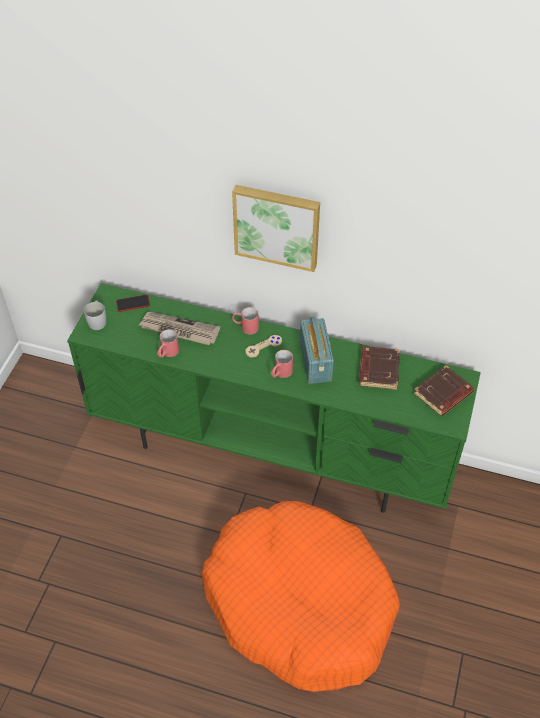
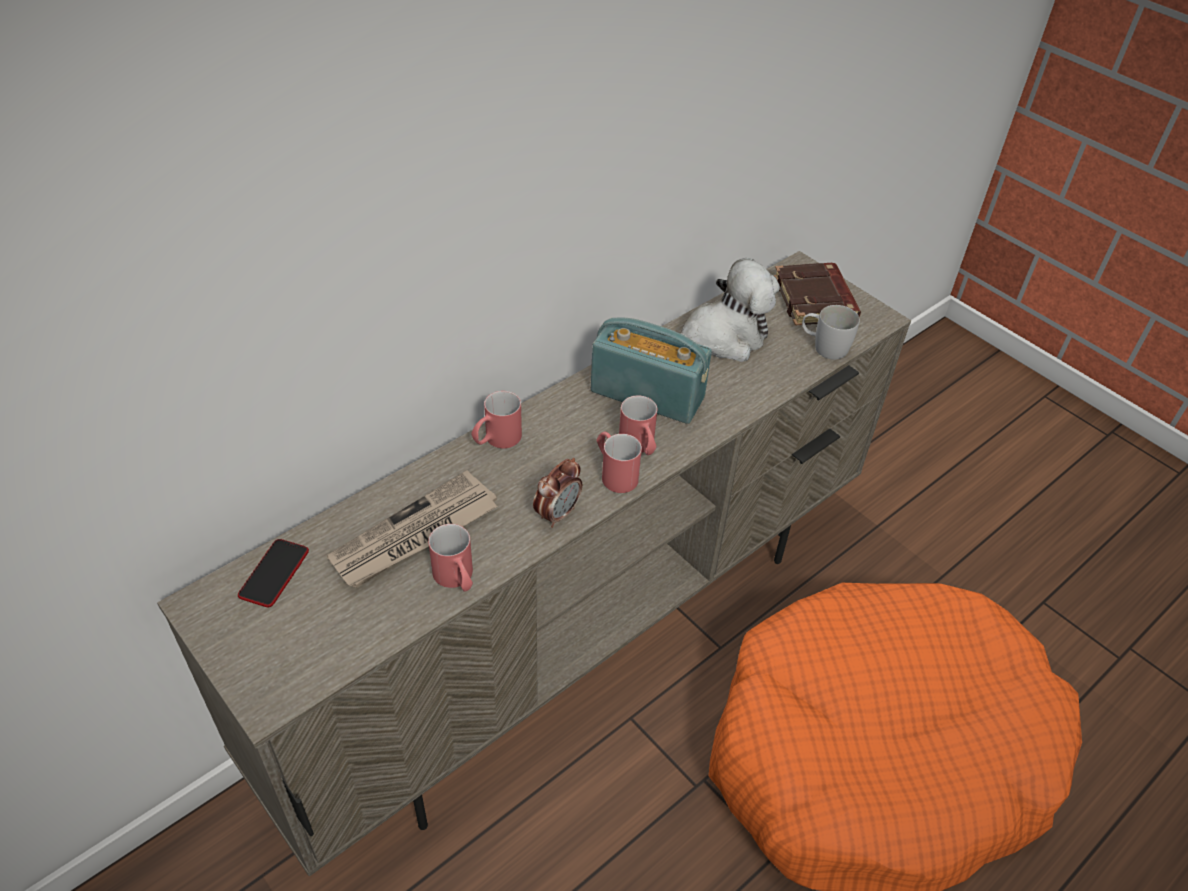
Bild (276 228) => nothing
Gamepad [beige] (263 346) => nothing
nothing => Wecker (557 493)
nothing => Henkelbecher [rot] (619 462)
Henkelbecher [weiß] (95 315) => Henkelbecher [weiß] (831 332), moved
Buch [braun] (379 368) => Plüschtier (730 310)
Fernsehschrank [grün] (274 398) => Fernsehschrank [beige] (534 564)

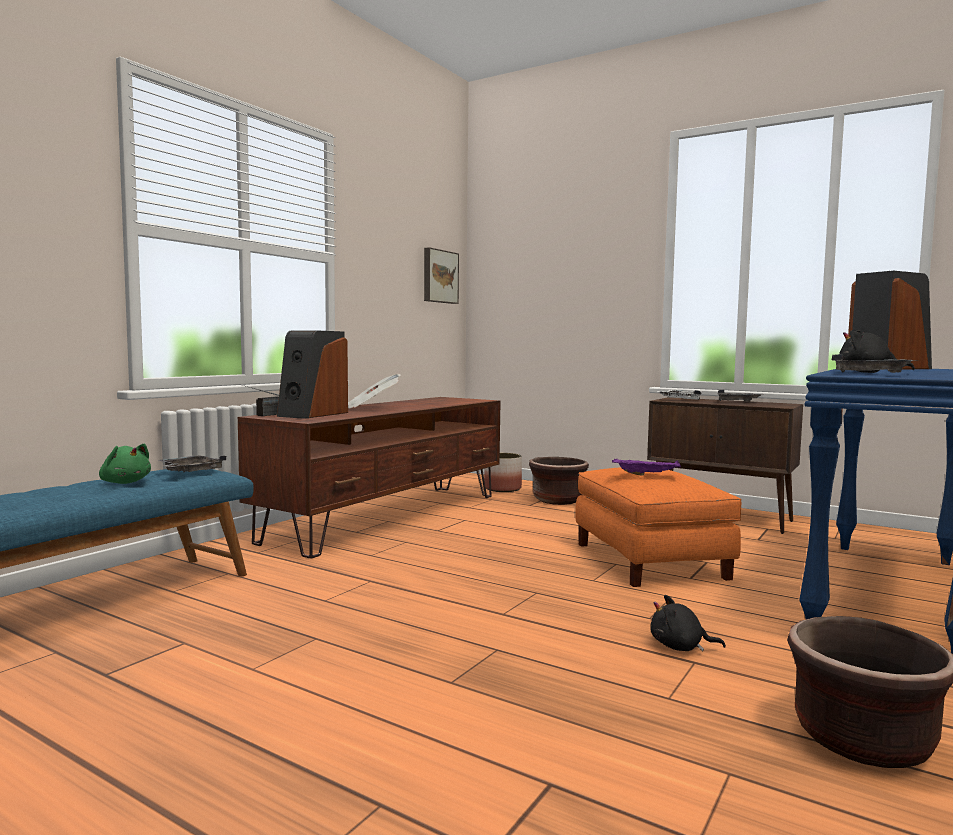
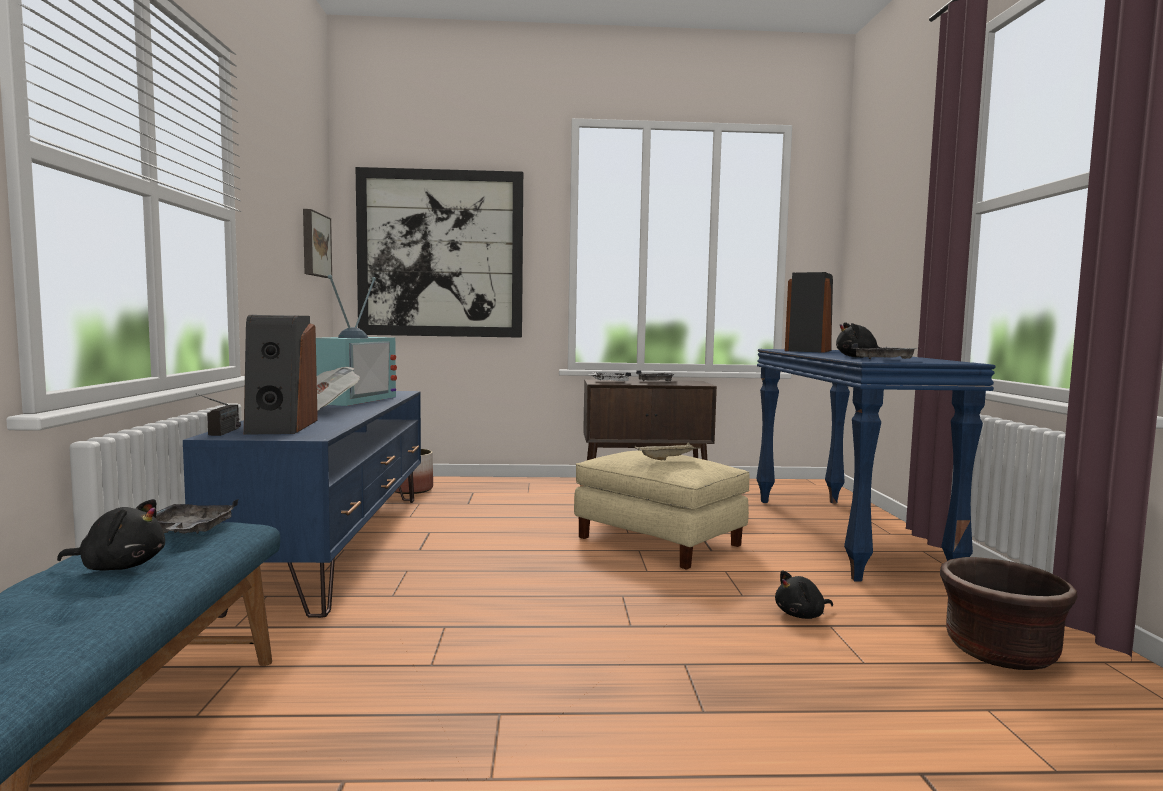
Pflanzkübel [braun] (559 481) => nothing
nothing => Fernseher (356 340)
nothing => Bild (439 252)
Plüschtier [grün] (125 464) => Plüschtier [schwarz] (111 535)
Fernsehschrank [braun] (369 477) => Fernsehschrank [blau] (302 504)
Polsterhocker [orange] (658 527) => Polsterhocker [beige] (662 510)
Tablett [lila] (646 467) => Tablett [beige] (666 451)

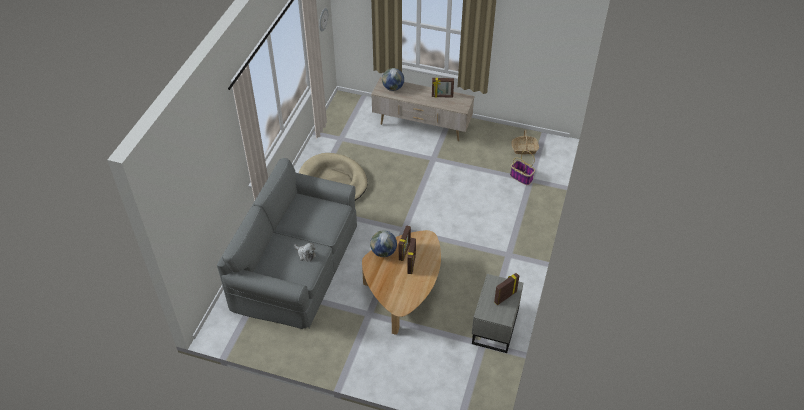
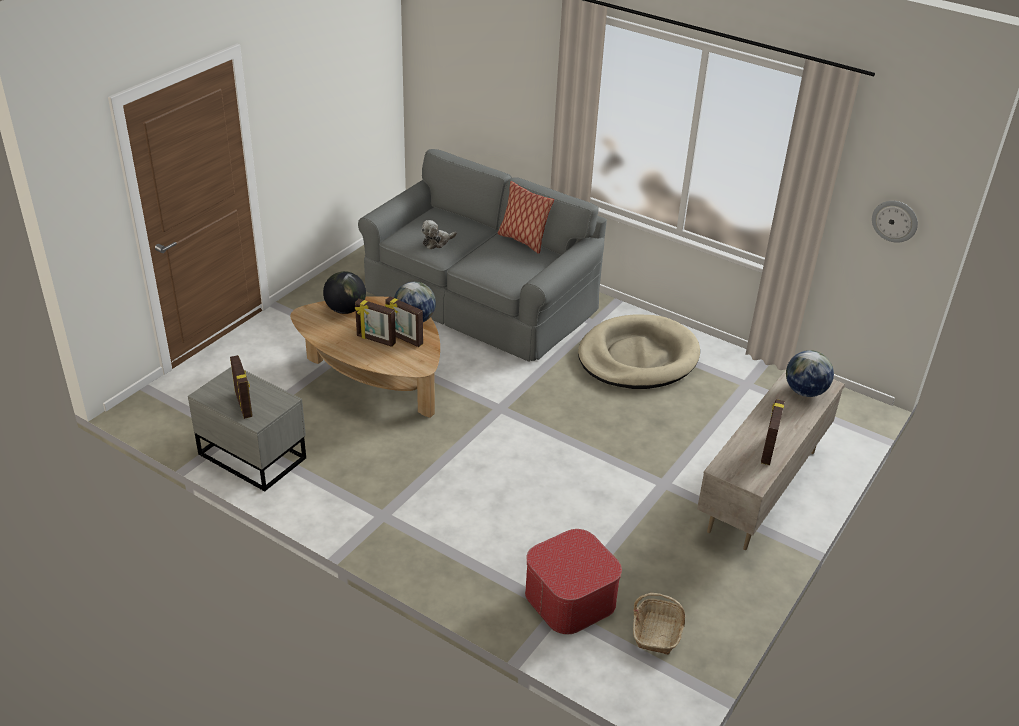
nothing => Globus (344 292)
nothing => Kissen (526 217)
Korb (522 167) => Polsterhocker (573 582)

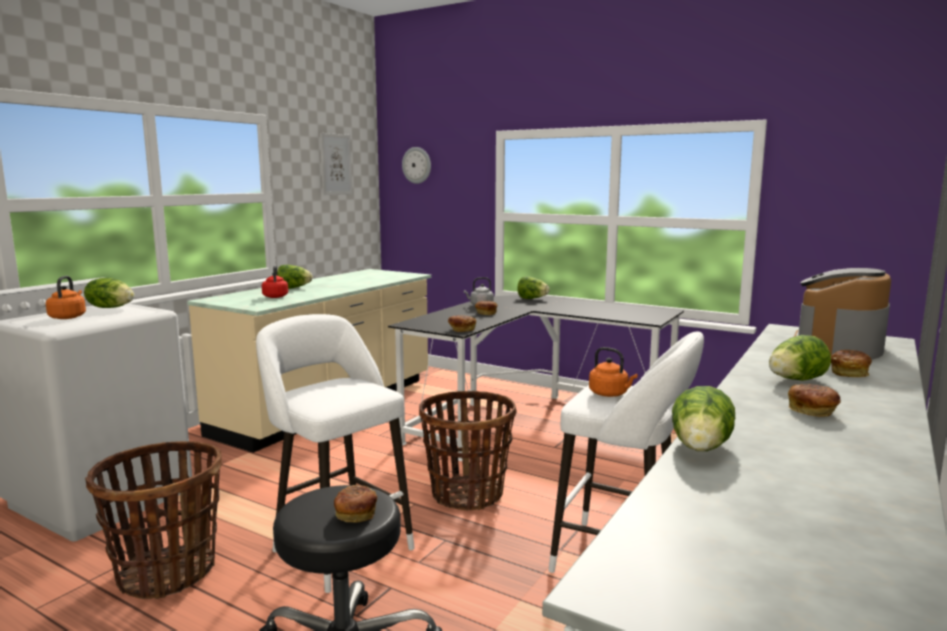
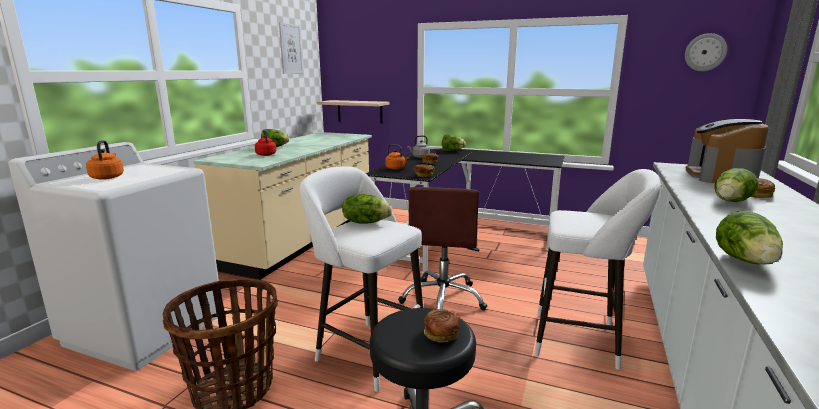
Brot (814 400) => nothing
nothing => Wandregal (353 112)
Salatkopf (109 293) => Salatkopf (367 208), moved
Wanduhr (416 165) => Wanduhr (706 52), moved
Wasserkessel [orange] (613 372) => Wasserkessel [orange] (397 157), moved
Korb (468 450) => Bürostuhl [braun] (442 249)

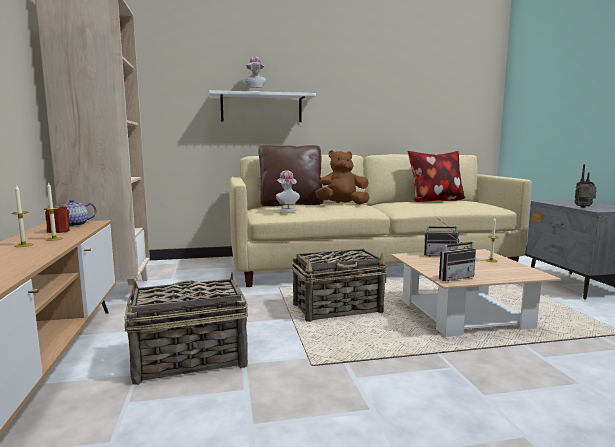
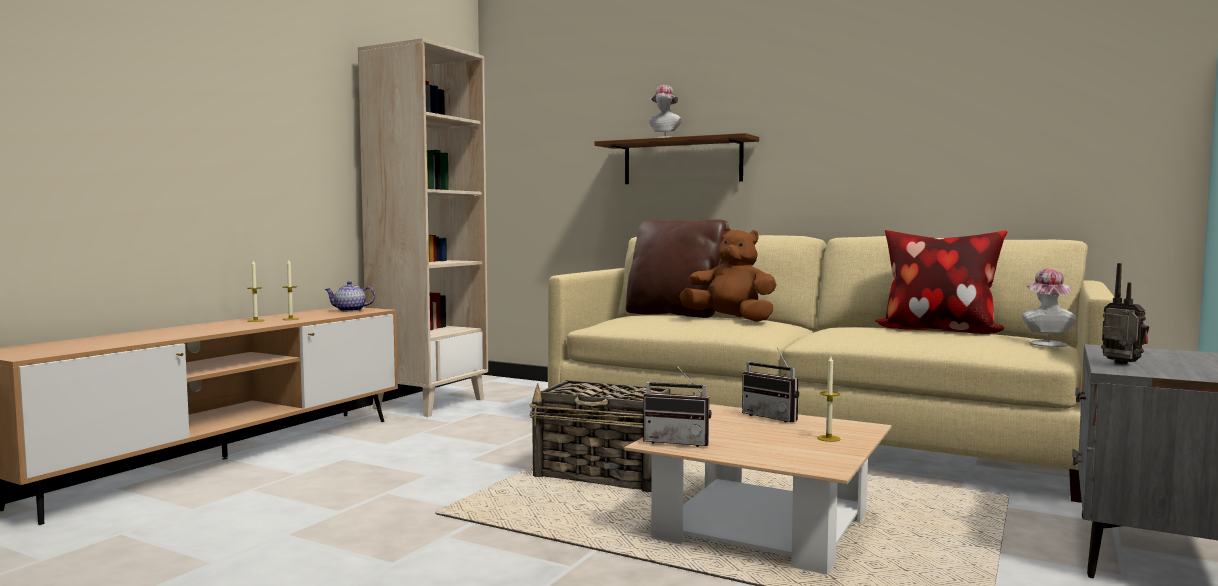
Kerze [rot] (57 218) => nothing
Korb (186 328) => nothing
Hut (288 190) => Hut (1049 307), moved
Wandregal [weiß] (262 106) => Wandregal [braun] (676 158)

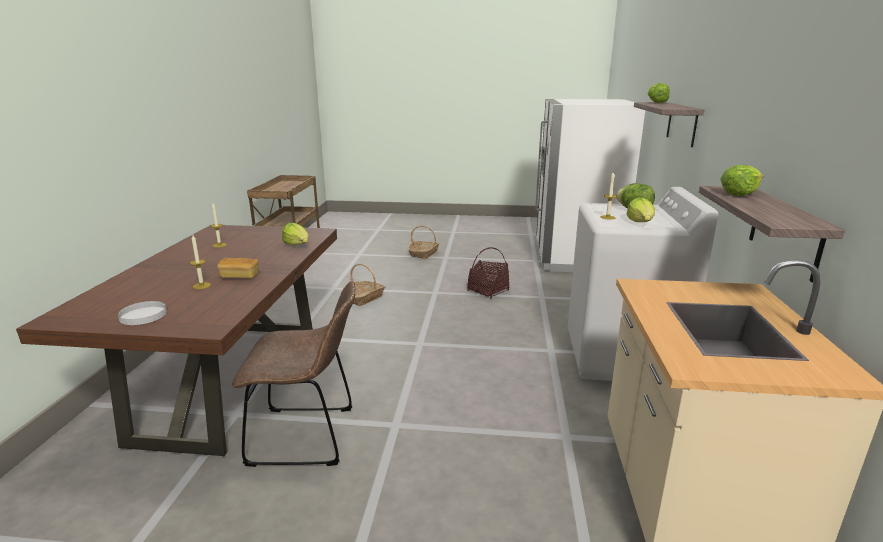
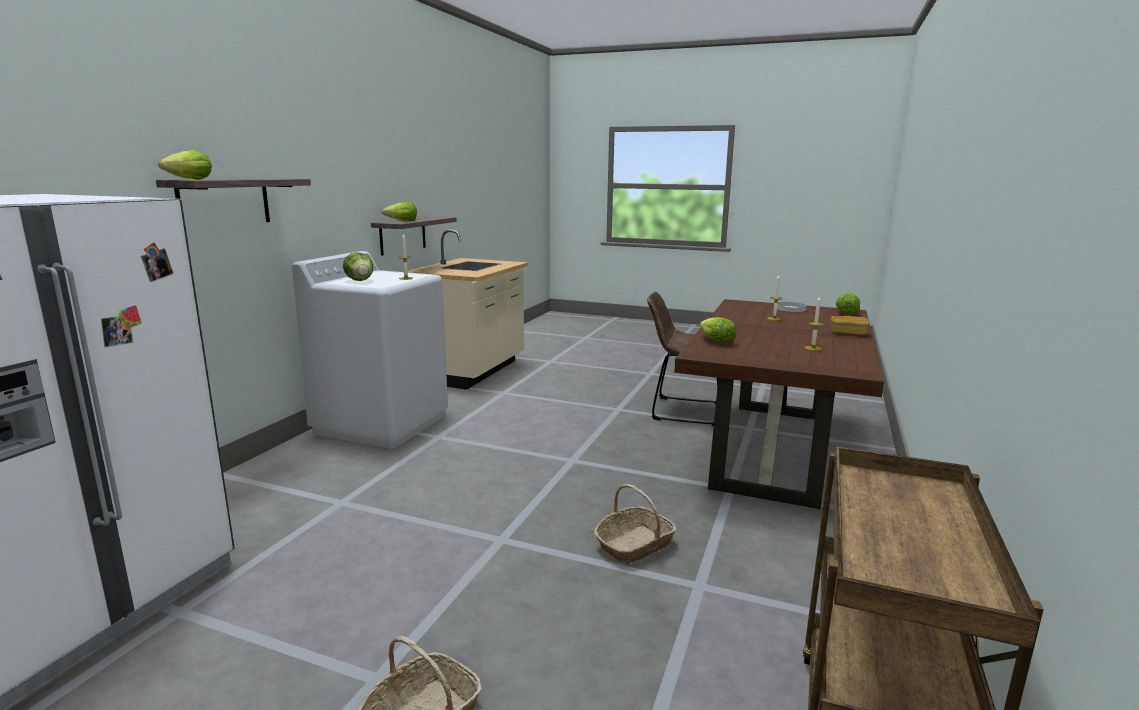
Korb (488 272) => nothing
Brot (238 268) => Brot (850 325), moved
Salatkopf (640 209) => Salatkopf (847 304), moved

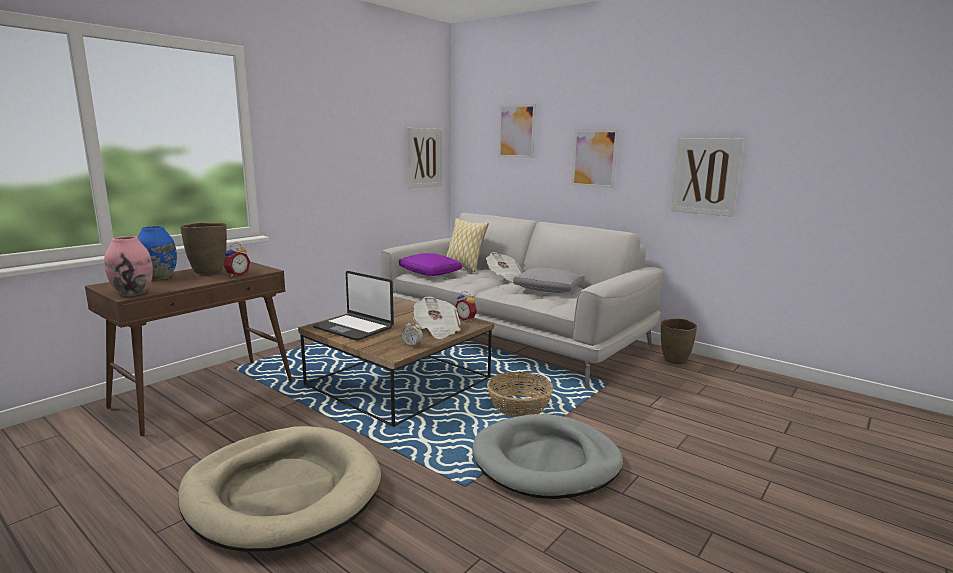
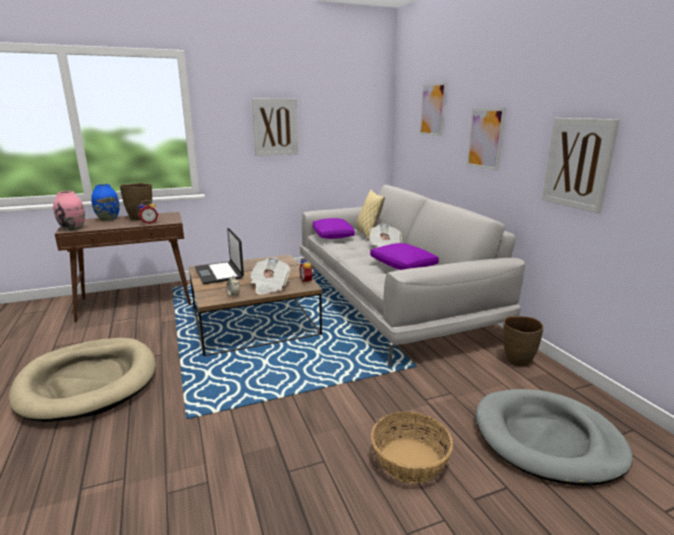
Bild (424 158) => Bild (275 127), moved
Hundebett [grau] (548 456) => Hundebett [grau] (554 437), moved
Korb (520 394) => Korb (412 448), moved
Kissen [grau] (548 280) => Kissen [lila] (404 256)

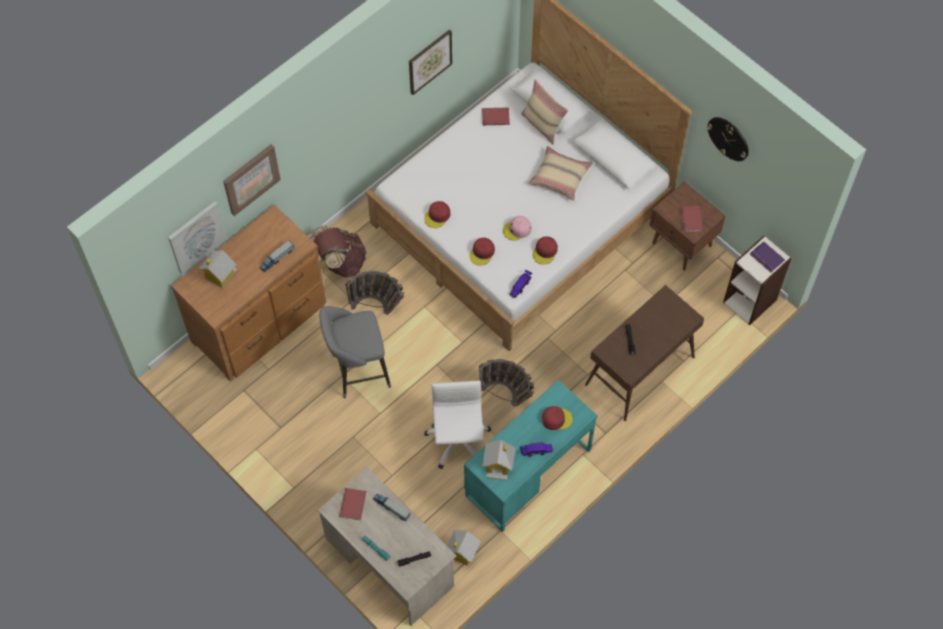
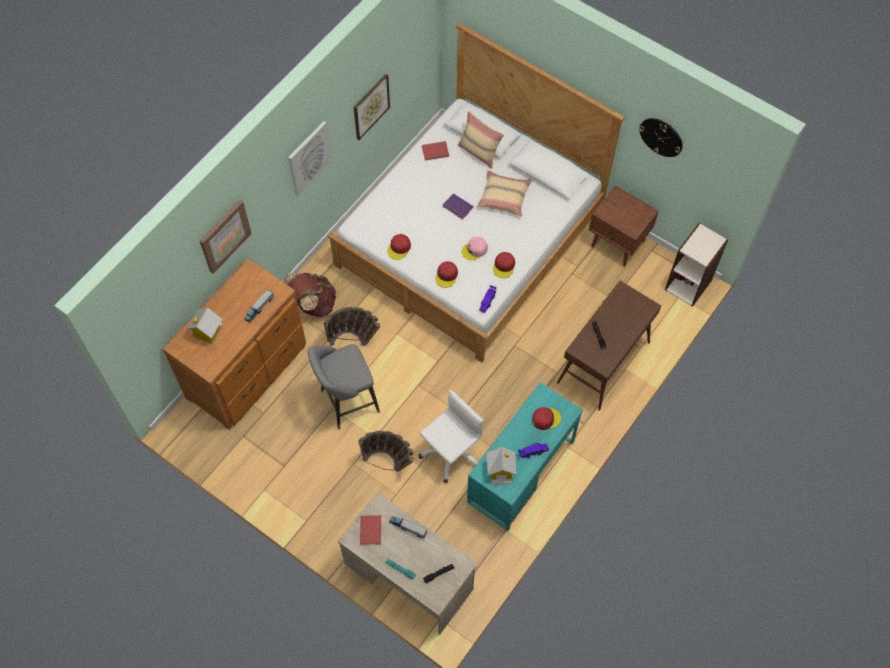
Spielzeughaus (464 548) => nothing
Buch [rot] (691 219) => nothing
Bild (197 237) => Bild (310 158), moved
Korb (506 383) => Korb (386 451), moved
Buch [lila] (767 257) => Buch [lila] (458 206), moved
Bürostuhl [weiß] (457 425) => Bürostuhl [weiß] (451 436), 60 degrees clockwise

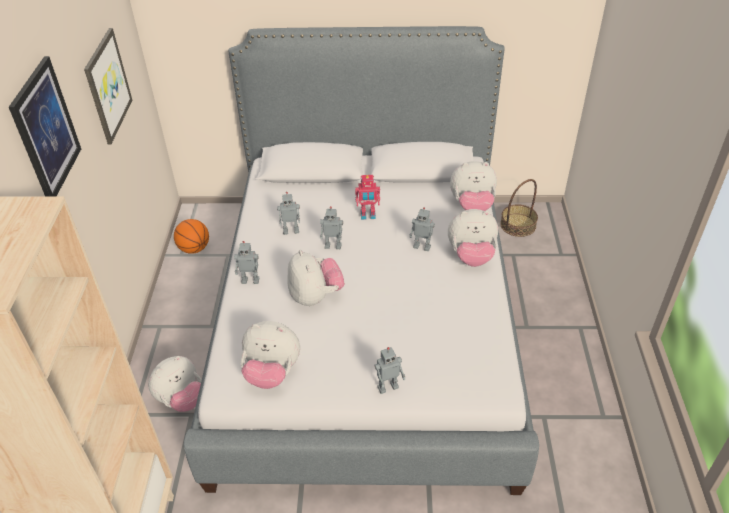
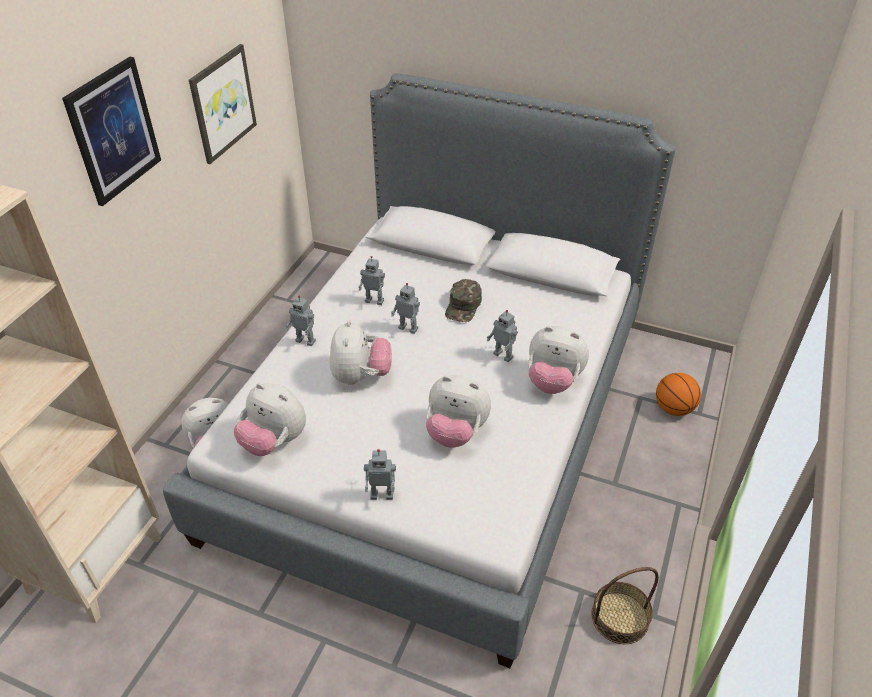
Basketball (191 236) => Basketball (678 394), moved
Plüschtier (473 186) => Plüschtier (458 411), moved
Korb (519 208) => Korb (625 605), moved
Spielzeugroboter (367 197) => Kappe [grün] (463 300)

